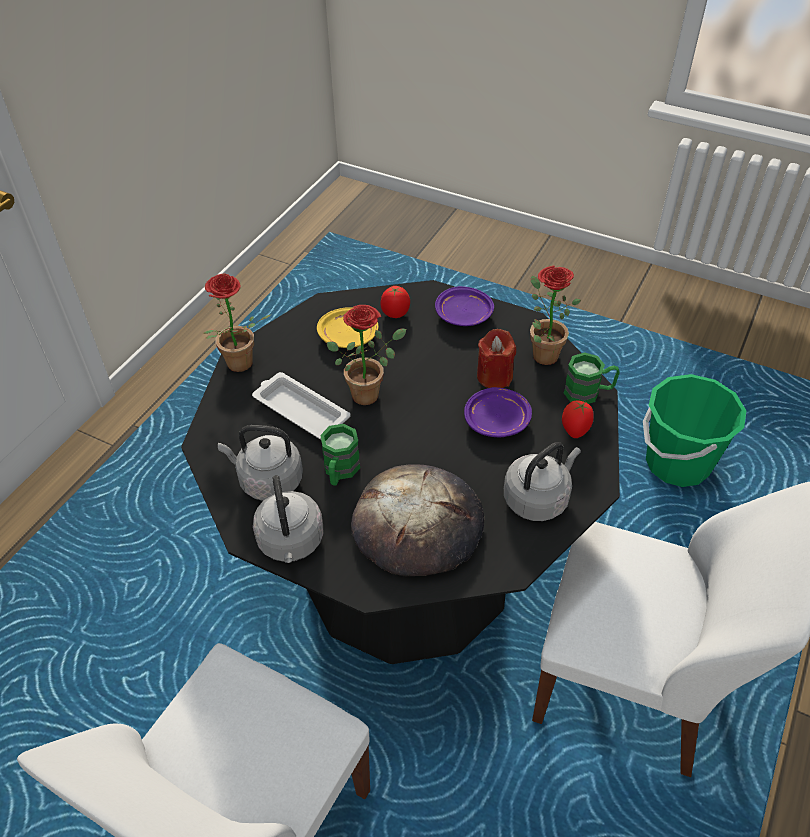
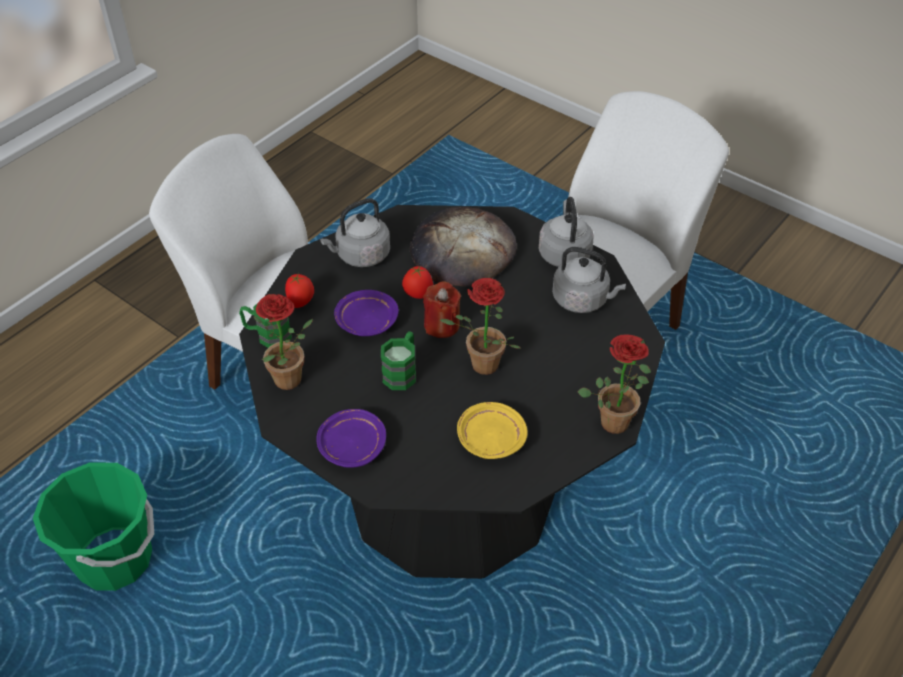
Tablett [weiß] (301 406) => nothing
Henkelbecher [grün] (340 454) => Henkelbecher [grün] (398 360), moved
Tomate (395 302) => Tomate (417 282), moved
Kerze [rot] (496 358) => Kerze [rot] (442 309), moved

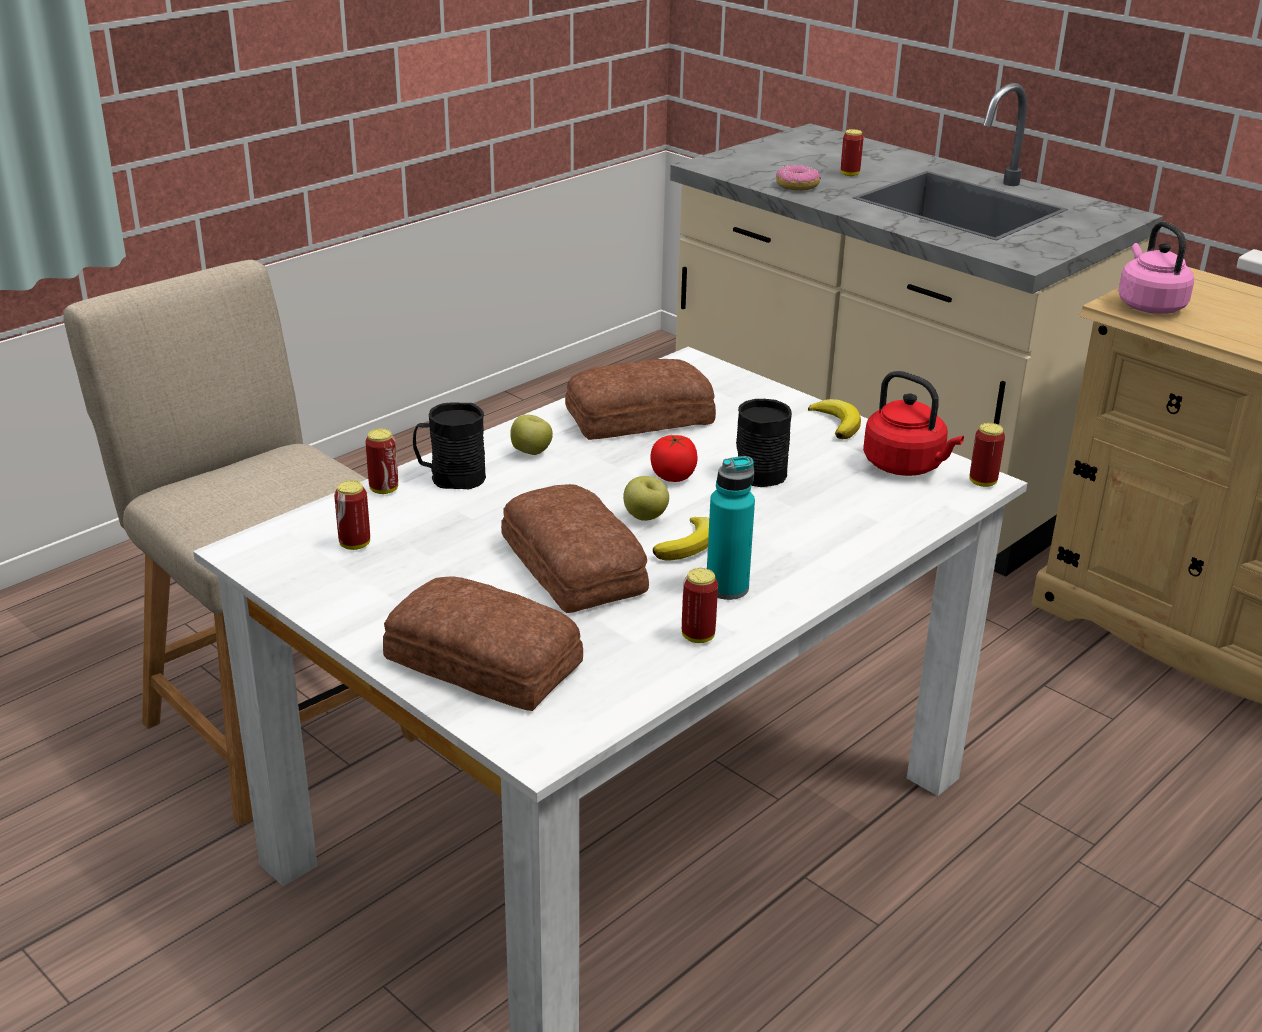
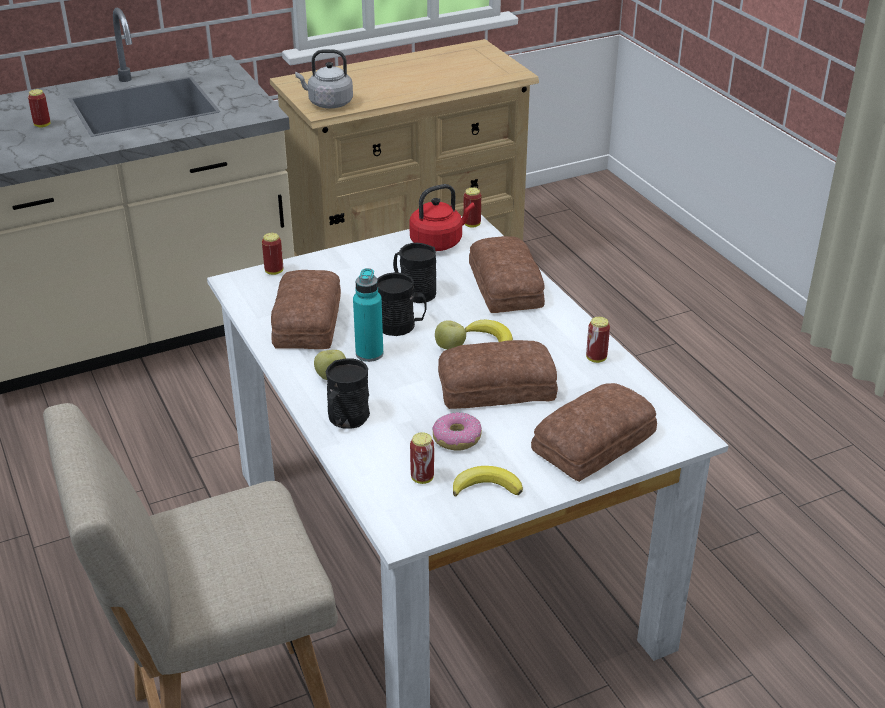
nothing => Brot (507 274)
Dose (381 461) => Dose (272 254), moved
Flasche [türkis] (731 528) => Flasche [türkis] (368 315), moved
Donut (798 178) => Donut (457 431), moved
Banane (834 419) => Banane (488 481), moved
Tomate (674 458) => Henkelbecher [schwarz] (402 304)
Wasserkessel [rosa] (1156 268) => Wasserkessel [grau] (324 78)

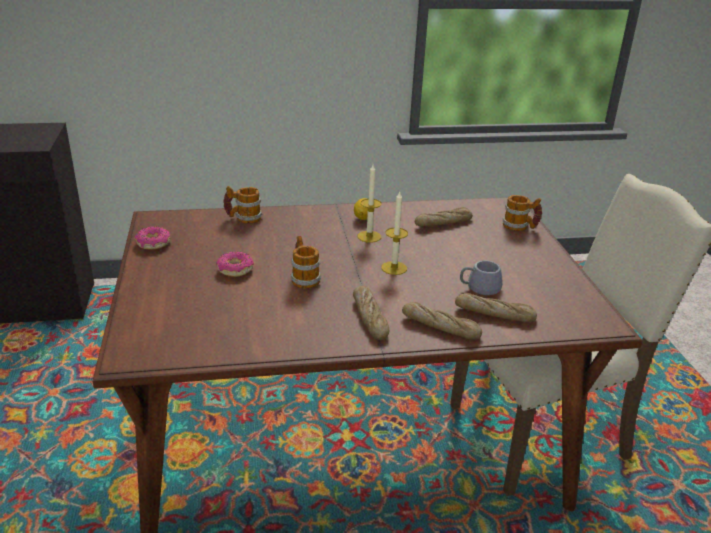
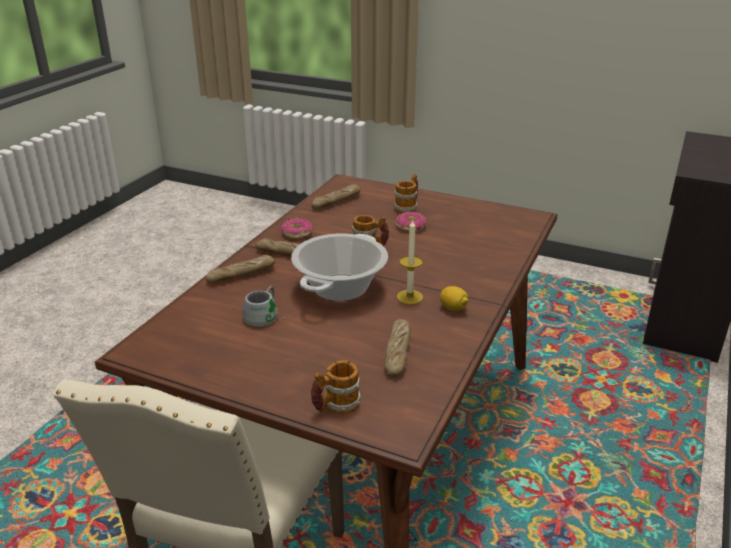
Donut (152 238) => Donut (297 228), moved
Henkelbecher (242 205) => Henkelbecher (406 193), moved
Brot (496 307) => Brot (336 196), moved
Kerze (394 233) => Kochtopf (339 267)

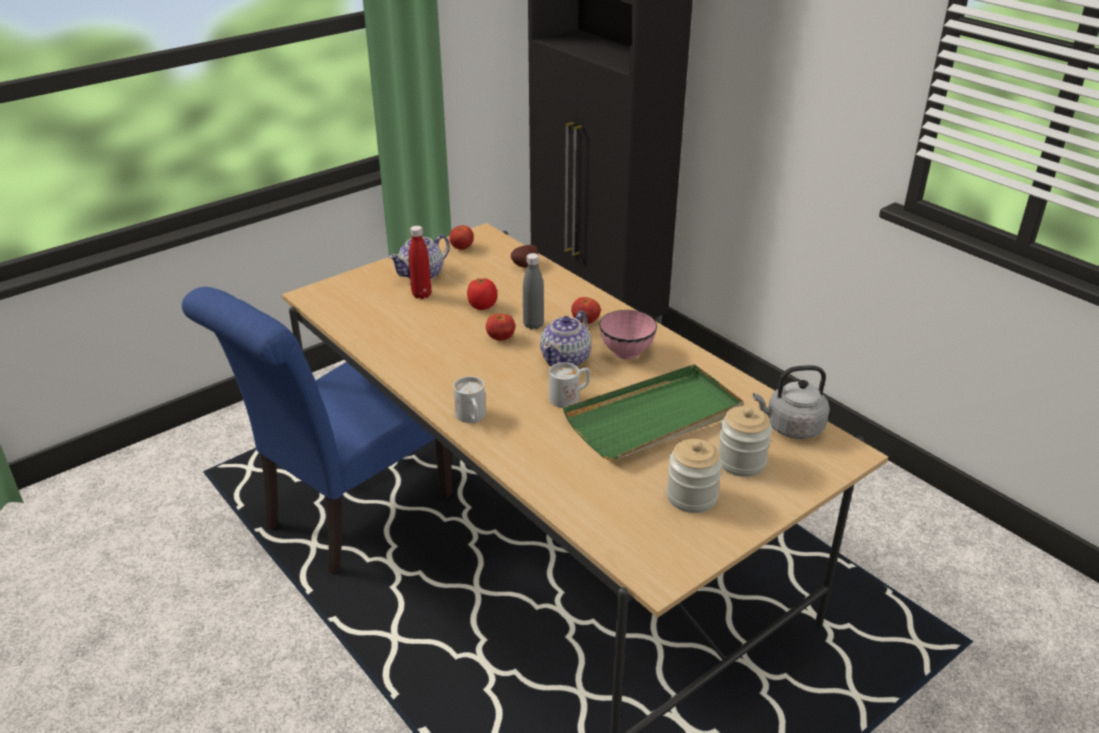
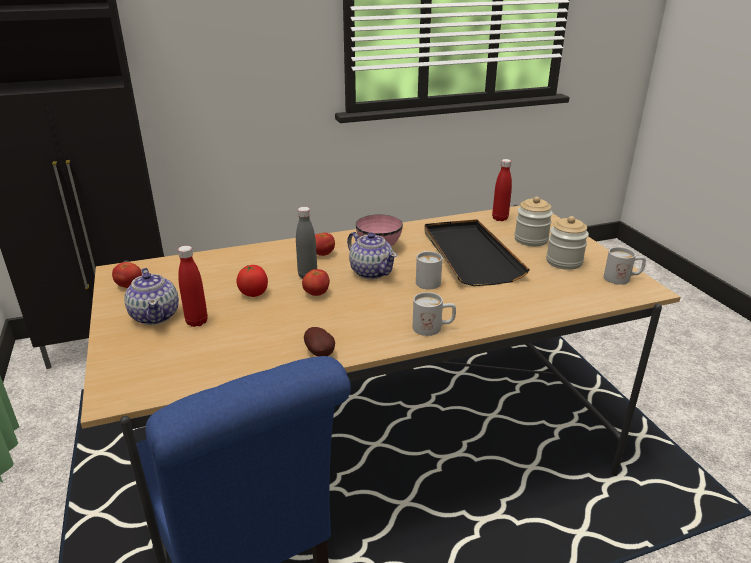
nothing => Henkelbecher [weiß] (625 266)
Kartoffel (524 256) => Kartoffel (319 341), moved
Wasserkessel [grau] (791 402) => Flasche [rot] (502 190)
Tablett [grün] (653 412) => Tablett [schwarz] (477 252)

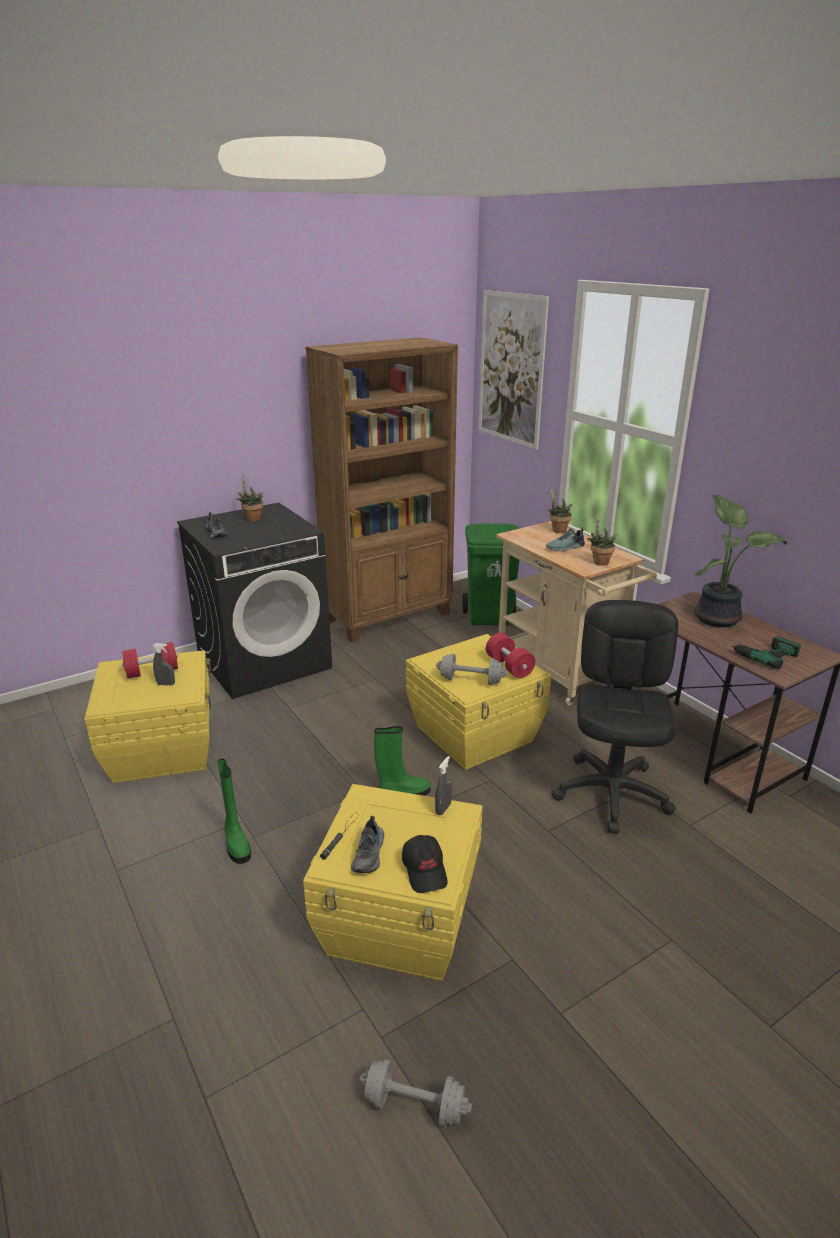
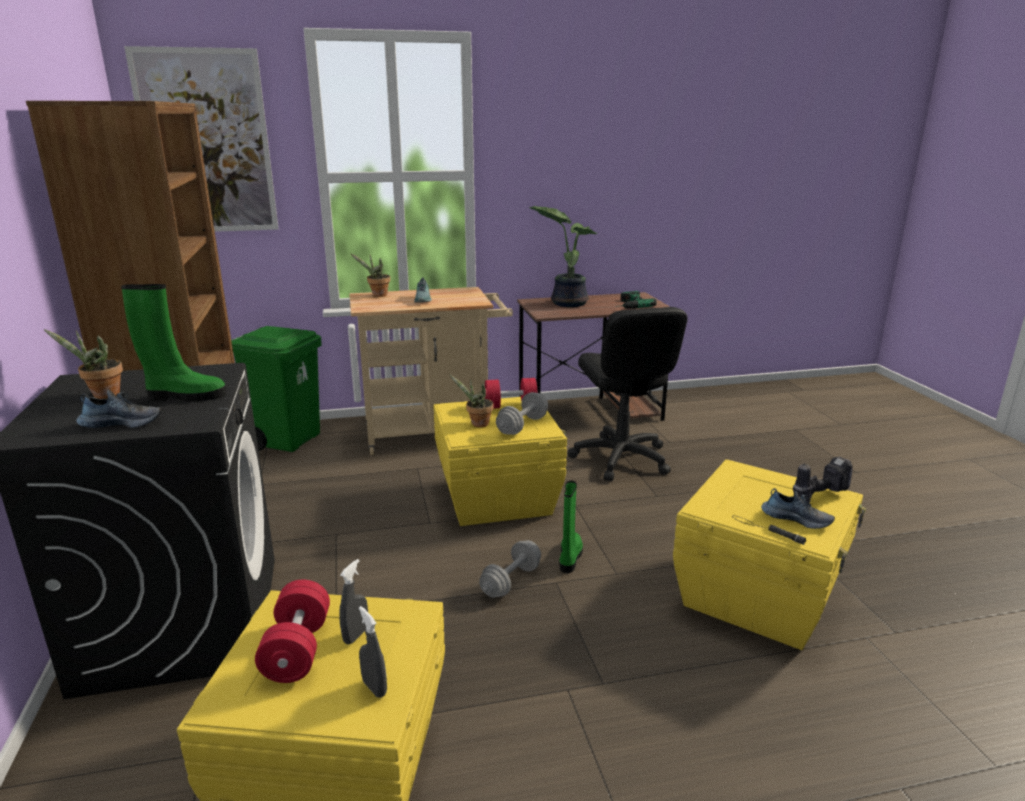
Stiefel [grün] (234 811) => Stiefel [grün] (174 342), moved
Hantel [grau] (415 1093) => Hantel [grau] (510 569), moved
Sprühflasche [grau] (443 785) => Sprühflasche [grau] (373 652), moved
Topfpflanze (602 539) => Topfpflanze (471 400), moved
Kappe [schwarz] (425 864) => Bohrmaschine (823 480)
Bürostuhl [schwarz] (614 717) => Bürostuhl [schwarz] (628 394), 135 degrees counterclockwise

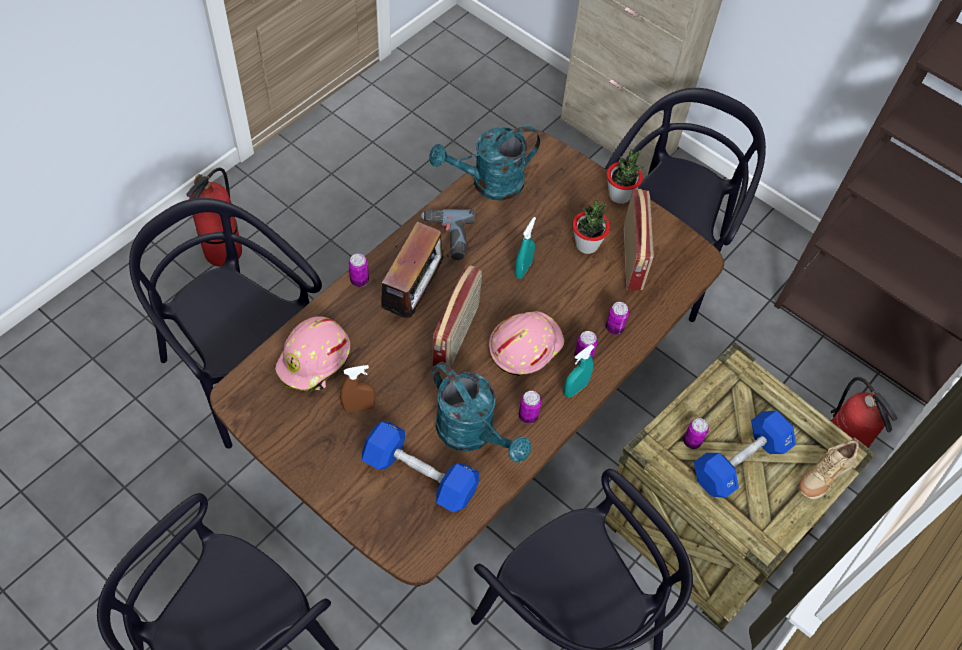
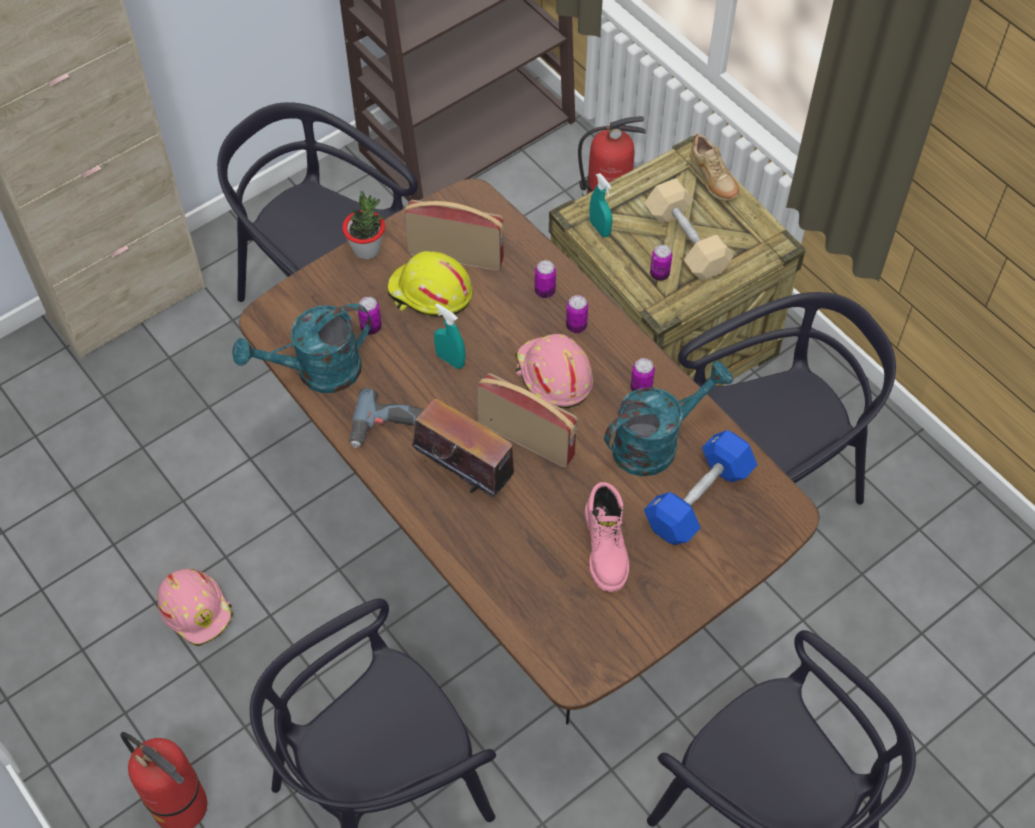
Schutzhelm [rosa] (312 354) => Schutzhelm [rosa] (195 607), moved
Dose (359 270) => Dose (370 316), moved
Sprühflasche [türkis] (579 371) => Sprühflasche [türkis] (600 205), moved
Sprühflasche [braun] (357 389) => Stiefel [rosa] (606 537)
Topfpflanze (591 227) => Schutzhelm [gelb] (429 284)
Hantel [blau] (745 454) => Hantel [beige] (689 229)
Gießkanne [türkis] (484 163) => Gießkanne [türkis] (301 348), 75 degrees clockwise

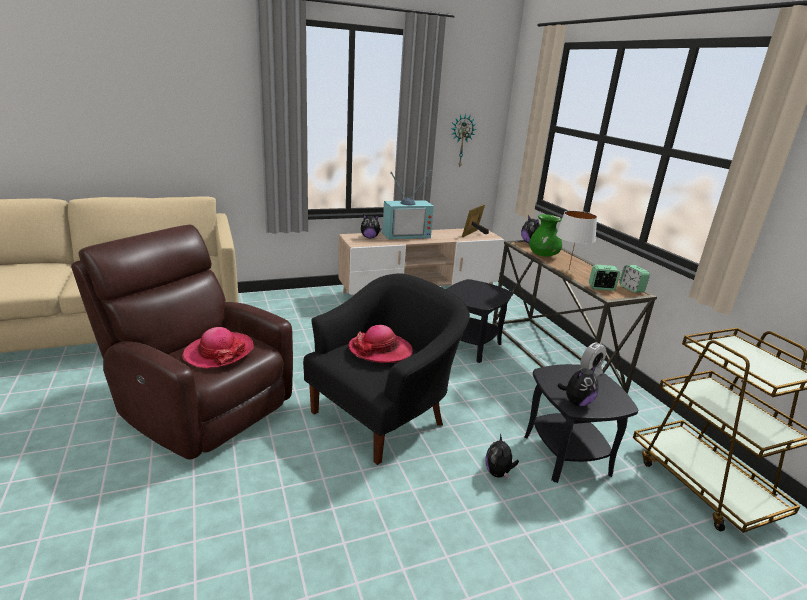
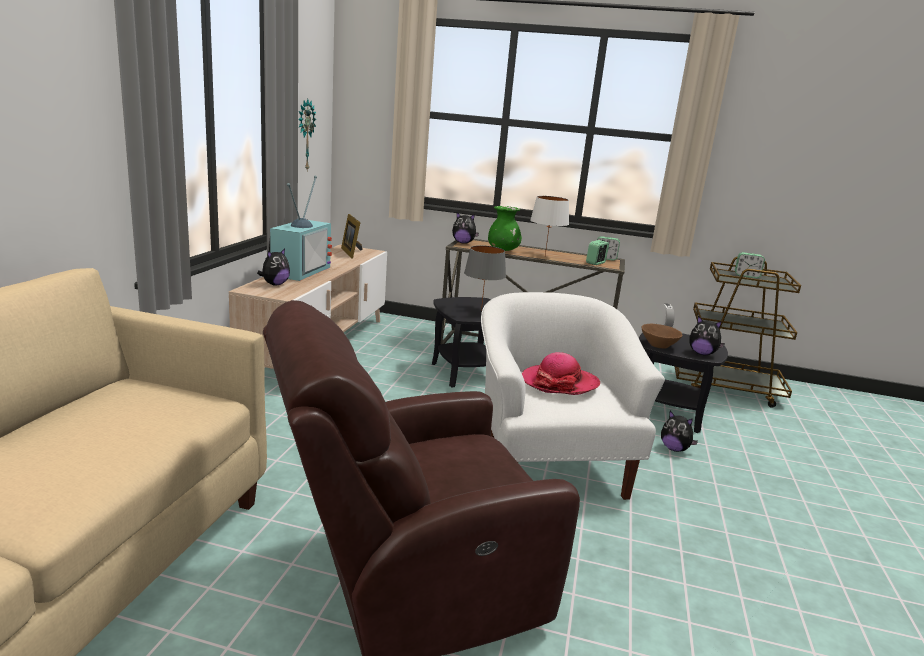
Hut (218 348) => nothing
nothing => Tischlampe [grau] (485 278)
nothing => Schüssel [braun] (662 336)
nothing => Wecker (750 265)
Sessel [schwarz] (386 369) => Sessel [weiß] (573 396)
Plüschtier (578 385) => Plüschtier (707 335), 120 degrees clockwise

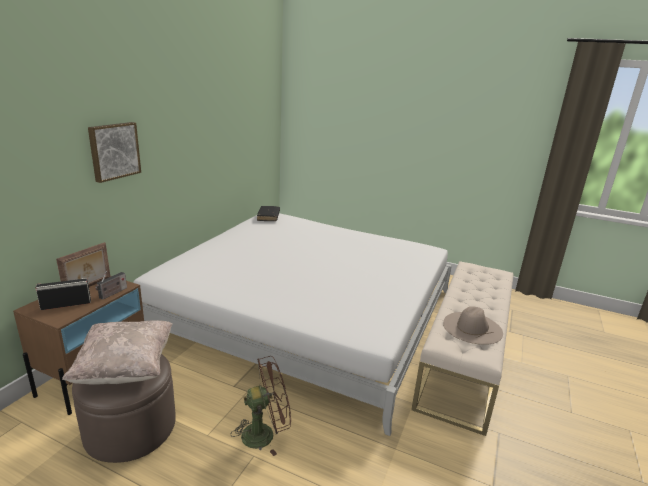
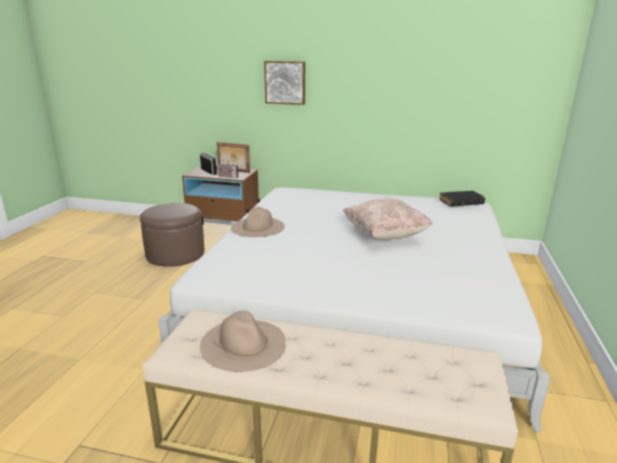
Ventilator [braun] (261 406) => nothing
nothing => Hut [beige] (258 222)
Kissen [beige] (117 352) => Kissen [beige] (388 219), moved

